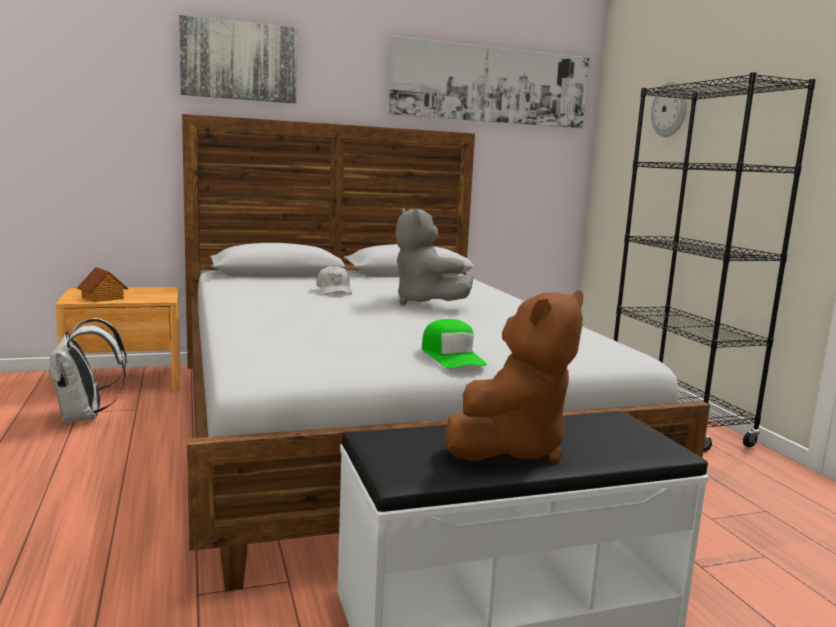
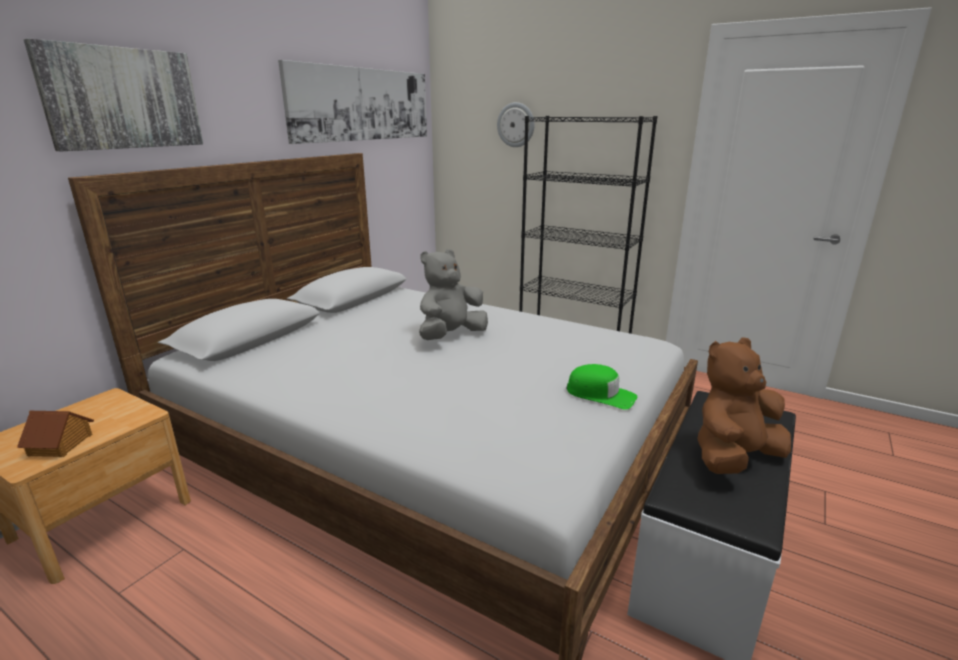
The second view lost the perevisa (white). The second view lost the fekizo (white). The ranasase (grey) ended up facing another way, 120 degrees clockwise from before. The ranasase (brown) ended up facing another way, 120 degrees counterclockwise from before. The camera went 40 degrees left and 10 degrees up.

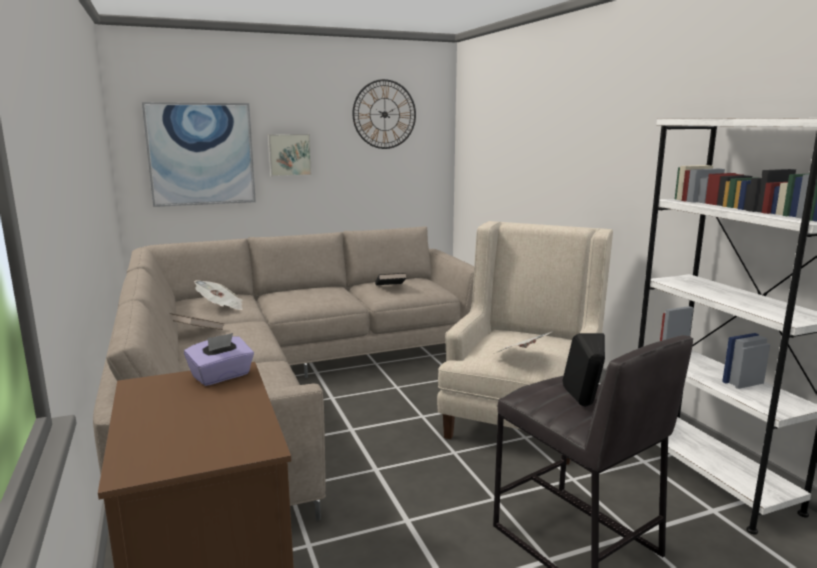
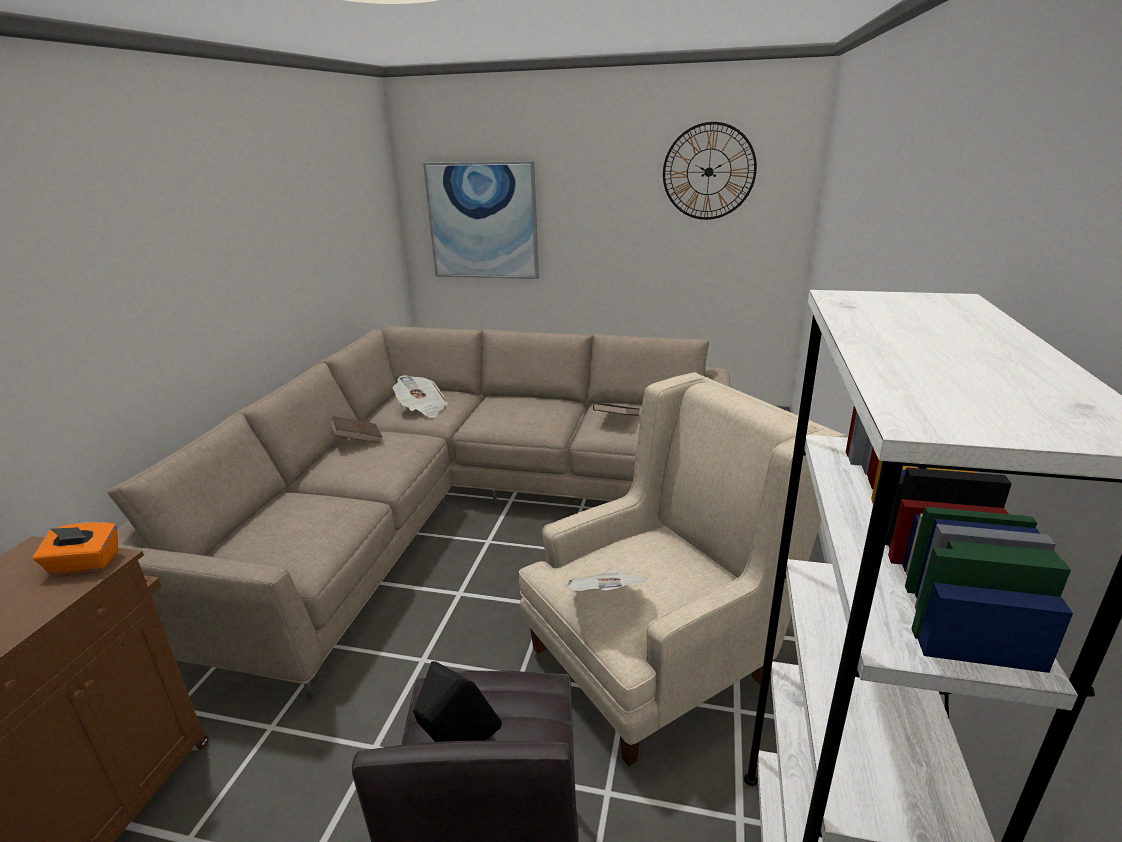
The second view lost the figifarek (no. 2 from left). What was the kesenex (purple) turned into the kesenex (orange). The camera went 35 degrees right and 10 degrees up.

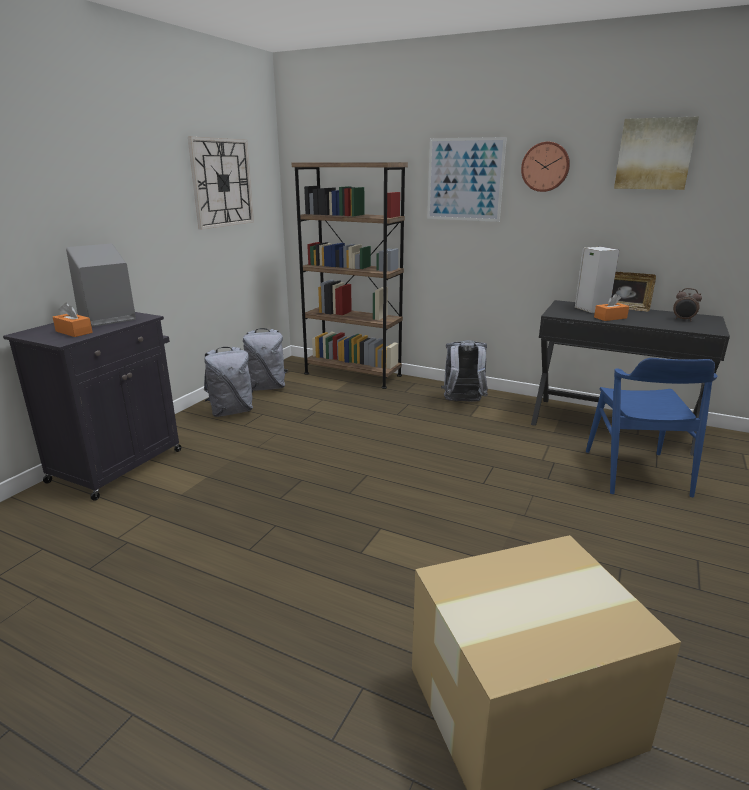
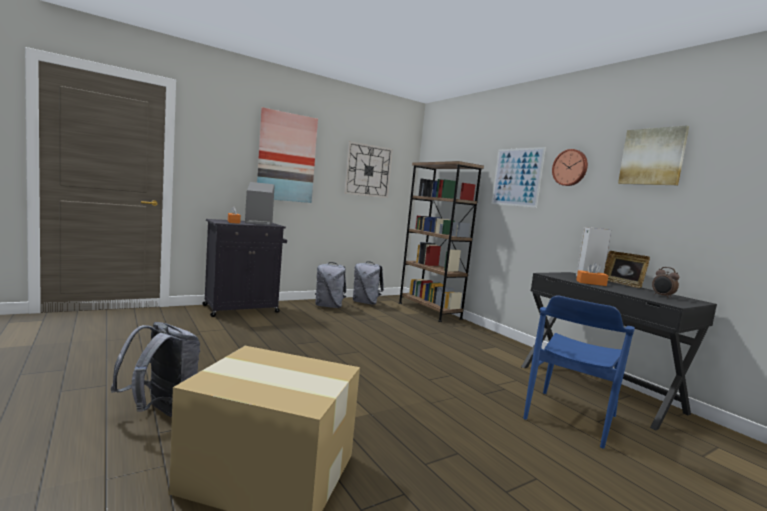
The second view gained the figifarek (no. 1 from left). The perevisa (grey) (no. 3 from left in the first image) ended up elsewhere. The camera went 30 degrees right and 15 degrees down.

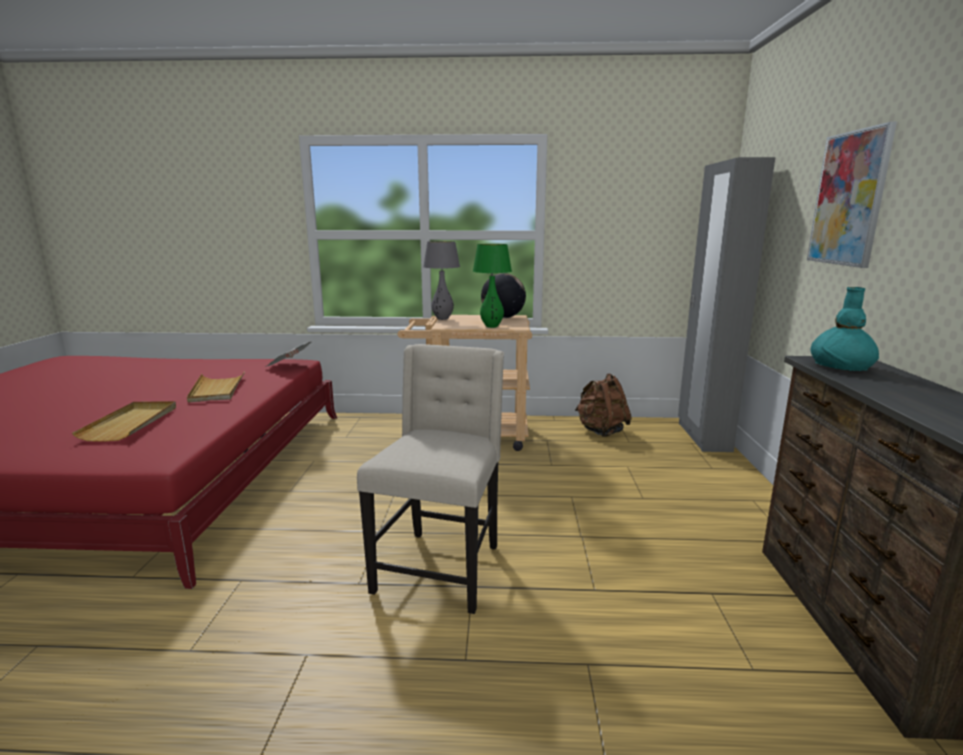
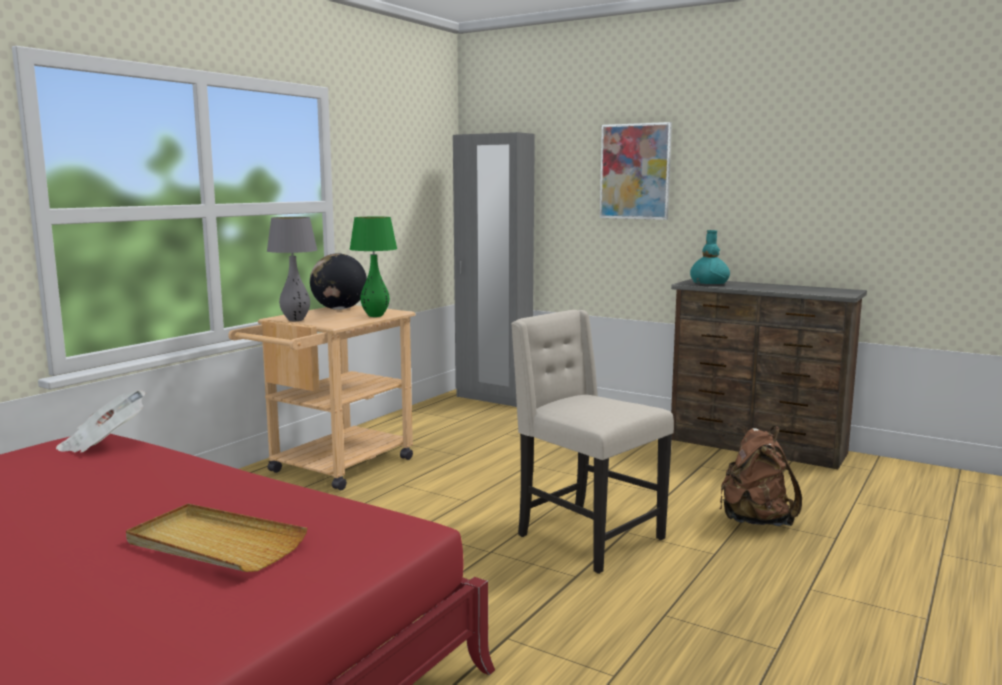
The second view lost the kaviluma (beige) (no. 2 from left). The perevisa (brown) ended up elsewhere. The camera went 60 degrees left and 5 degrees down.

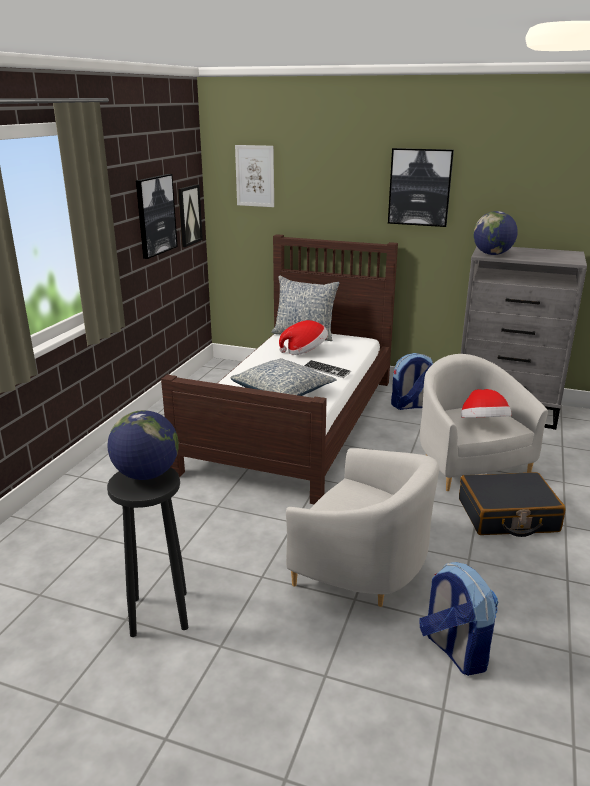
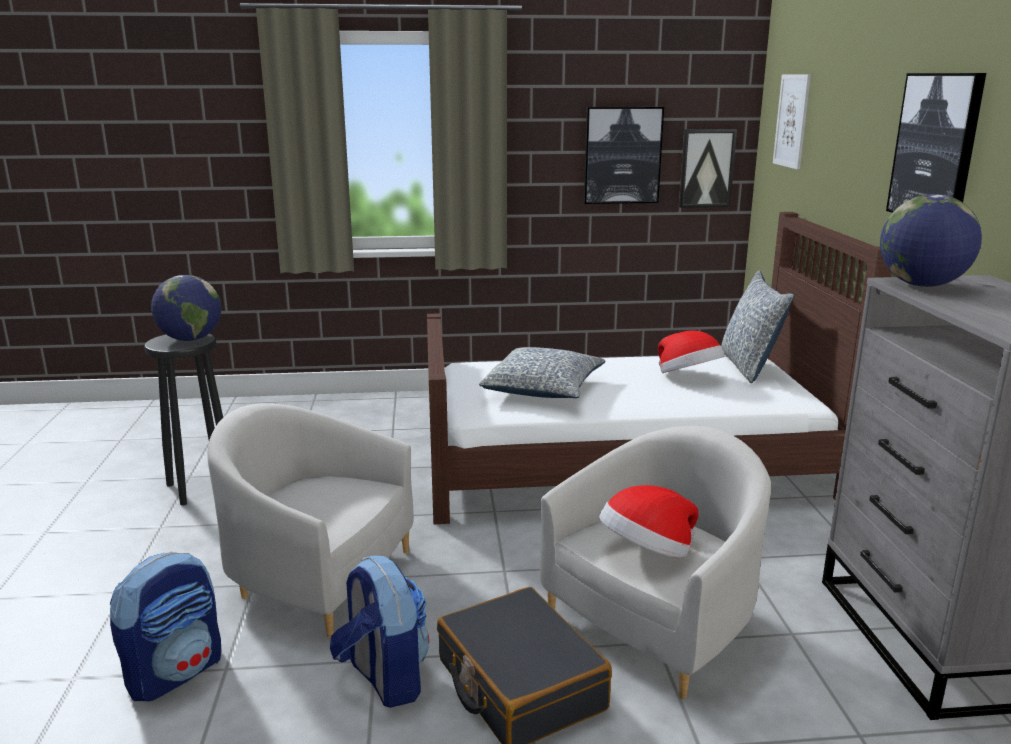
The second view lost the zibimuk. The perevisa (no. 1 from left in the first image) ended up elsewhere. The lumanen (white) (no. 1 from left) ended up facing another way, 105 degrees clockwise from before. The camera went 65 degrees right and 5 degrees down.

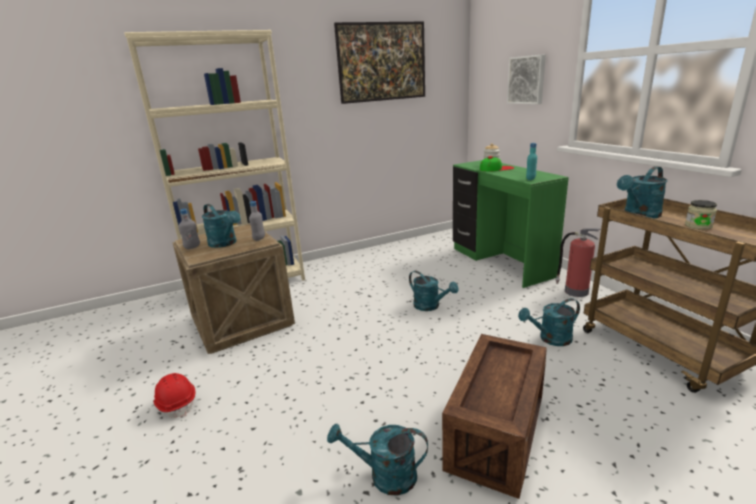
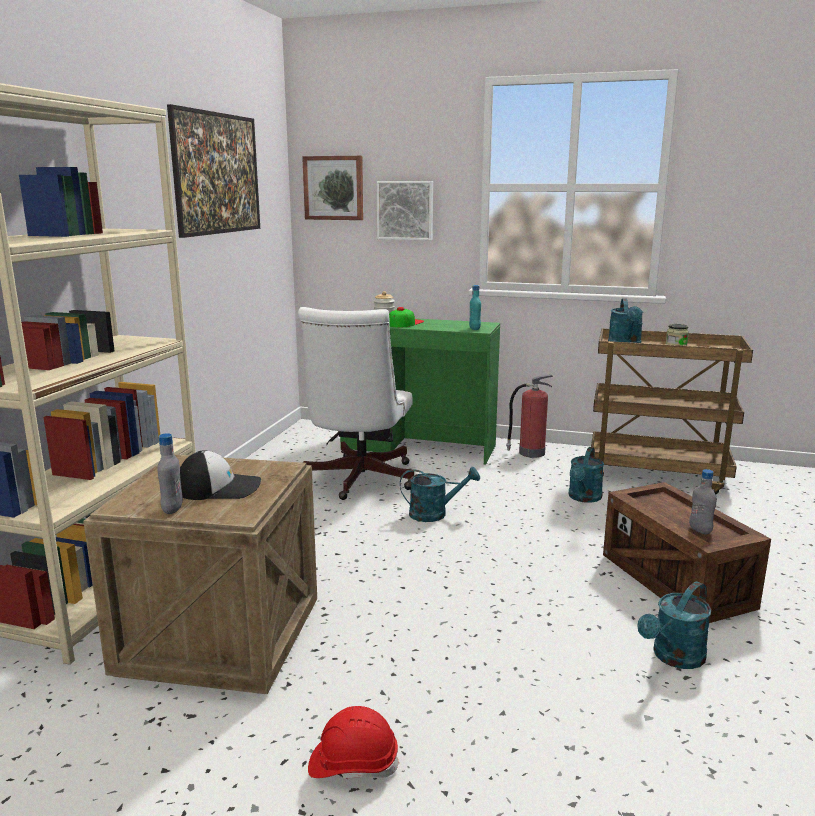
The second view gained the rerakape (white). The second view gained the figifarek (no. 2 from left). The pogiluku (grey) (no. 2 from left) ended up elsewhere. Where the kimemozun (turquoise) (no. 1 from left) stood, the fekizo (no. 1 from left) came to stand. The camera went 50 degrees left and 5 degrees down.

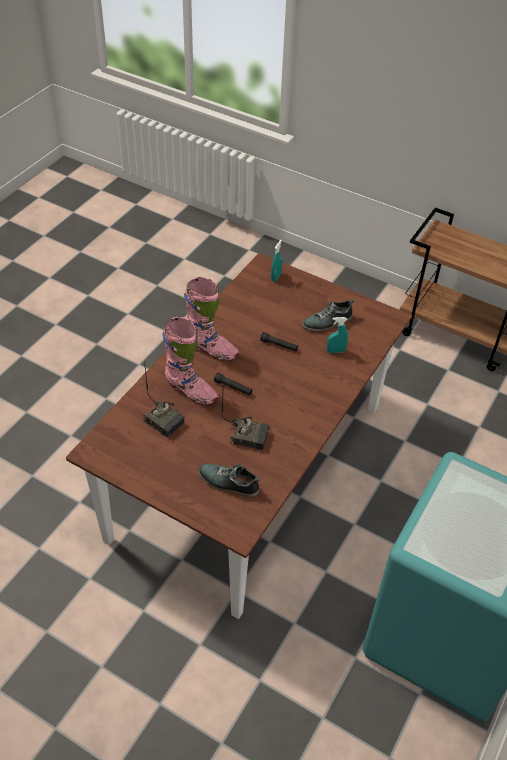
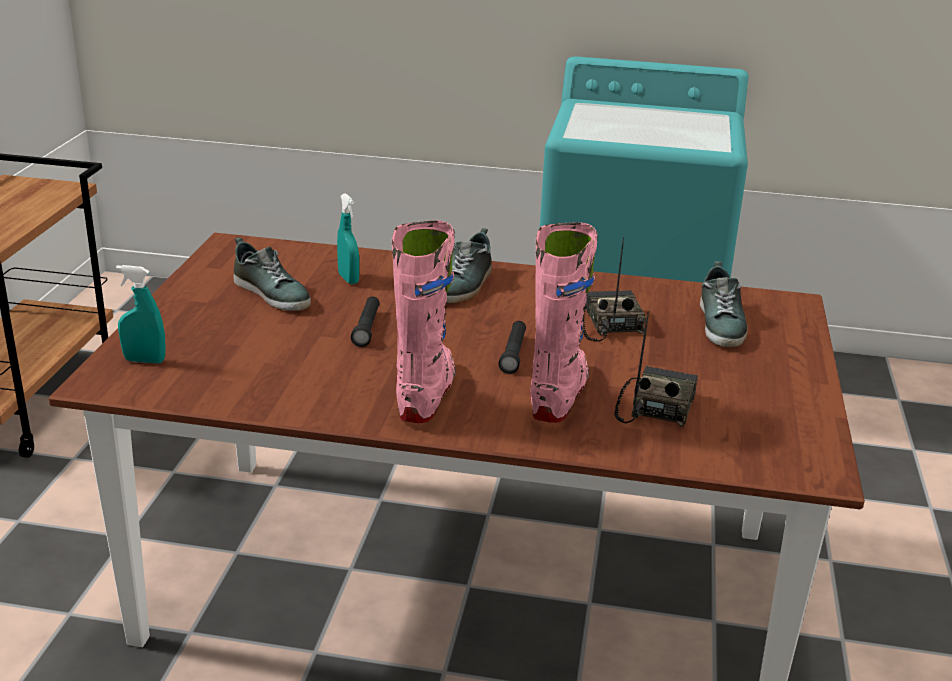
The second view gained the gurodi (no. 2 from left). The camera went 110 degrees left and 20 degrees down.

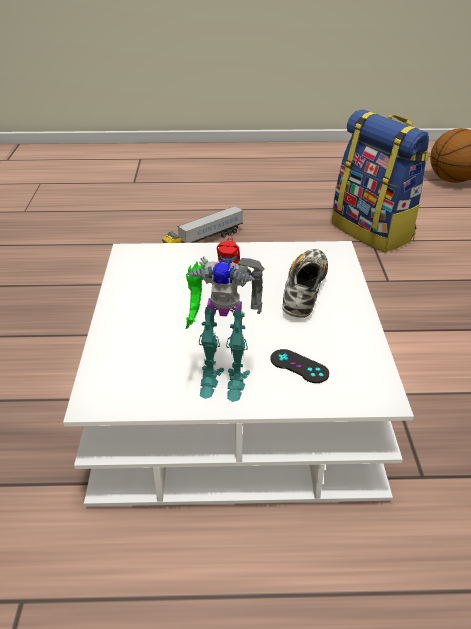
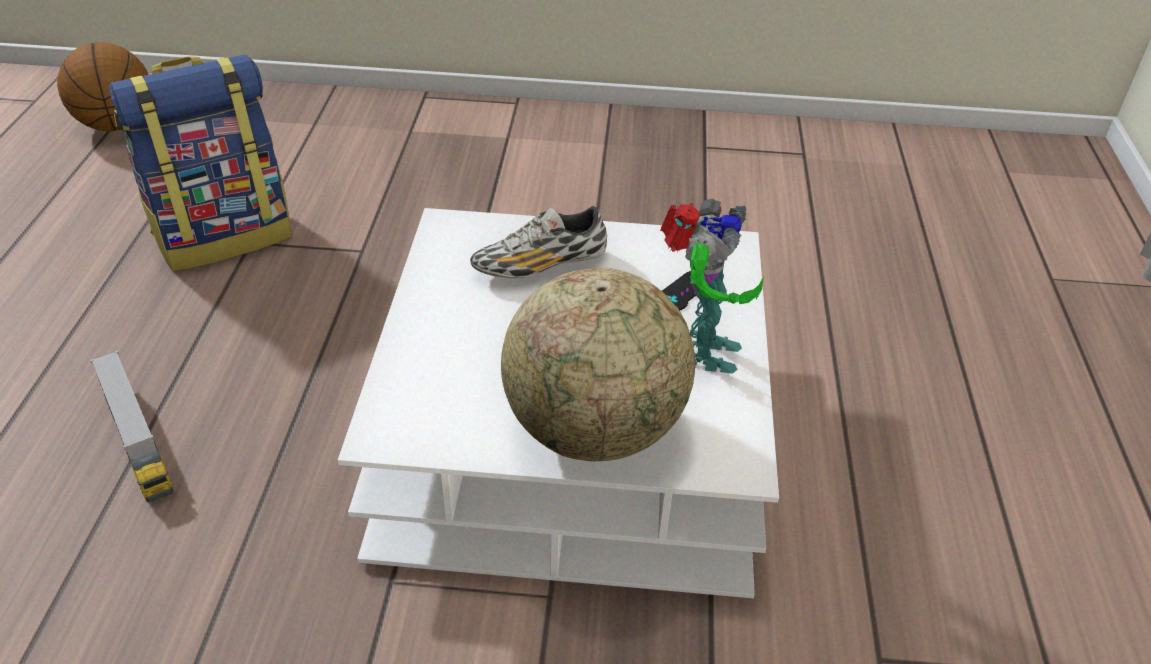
The second view gained the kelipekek. The gurodi ended up facing another way, 45 degrees counterclockwise from before. The camera went 85 degrees left and 5 degrees up.

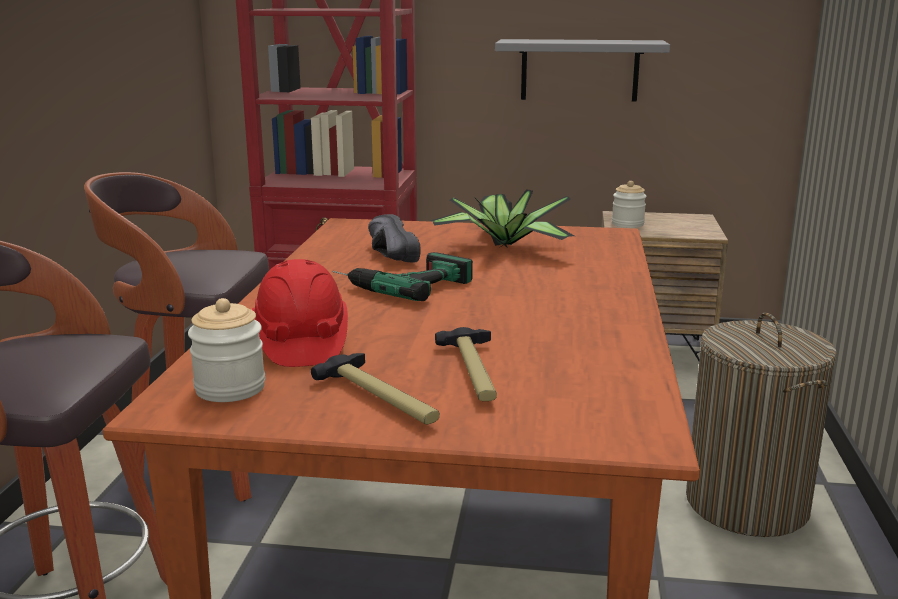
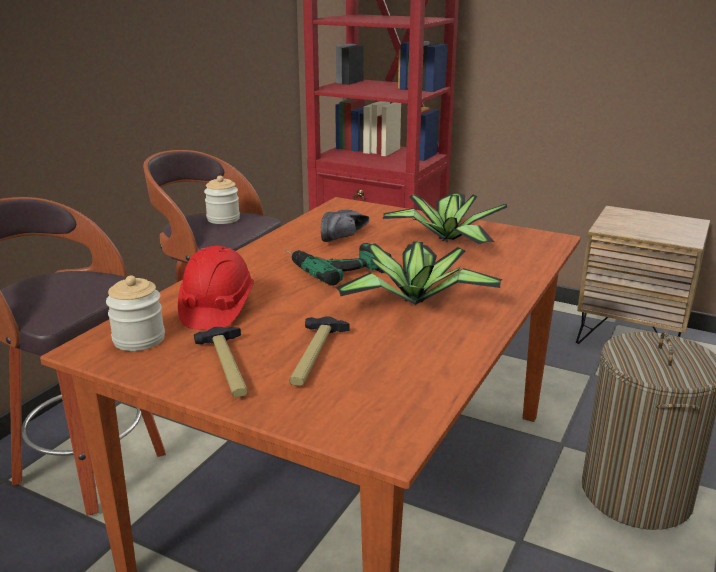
The second view lost the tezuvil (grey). The second view gained the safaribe (no. 1 from left). The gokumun (no. 2 from left) ended up elsewhere. The gurodi (black) ended up facing another way, 150 degrees counterclockwise from before. The camera went 20 degrees right and 5 degrees up.

